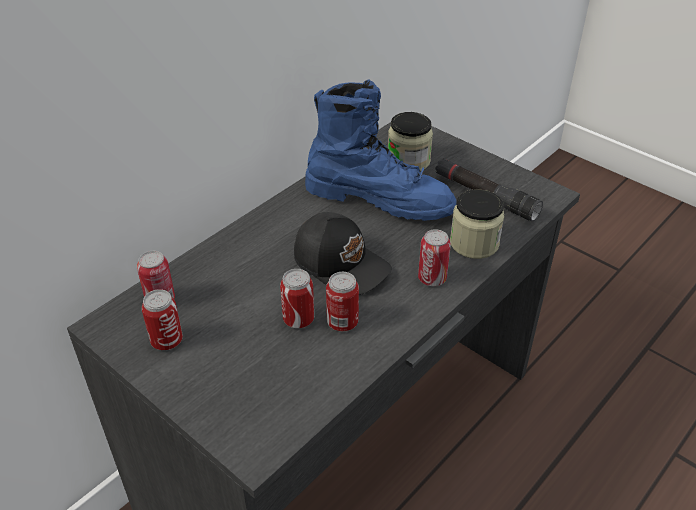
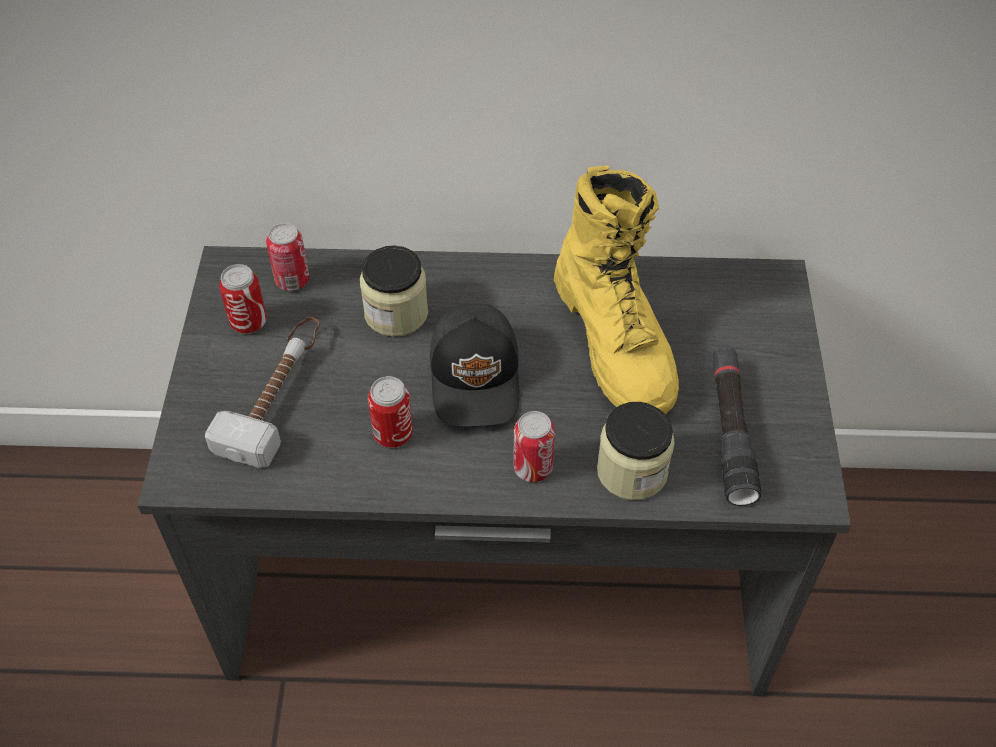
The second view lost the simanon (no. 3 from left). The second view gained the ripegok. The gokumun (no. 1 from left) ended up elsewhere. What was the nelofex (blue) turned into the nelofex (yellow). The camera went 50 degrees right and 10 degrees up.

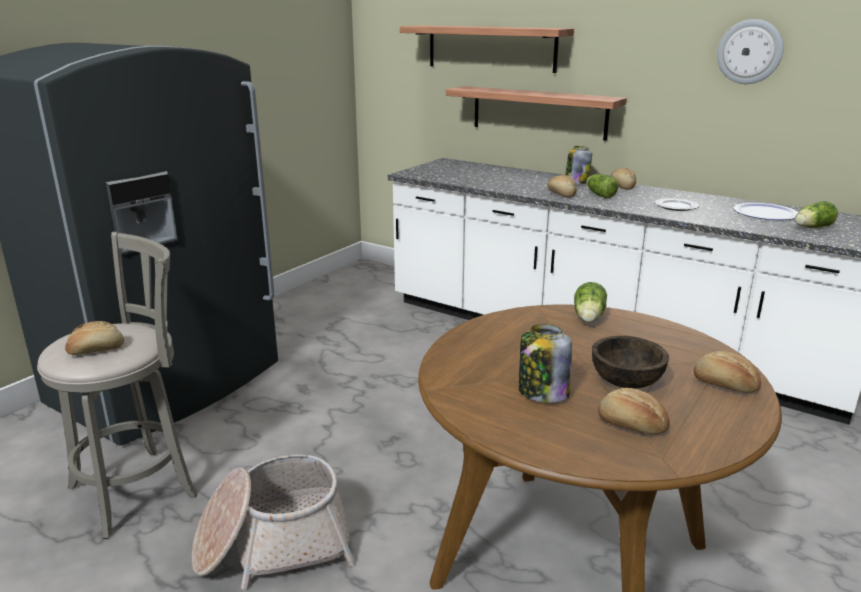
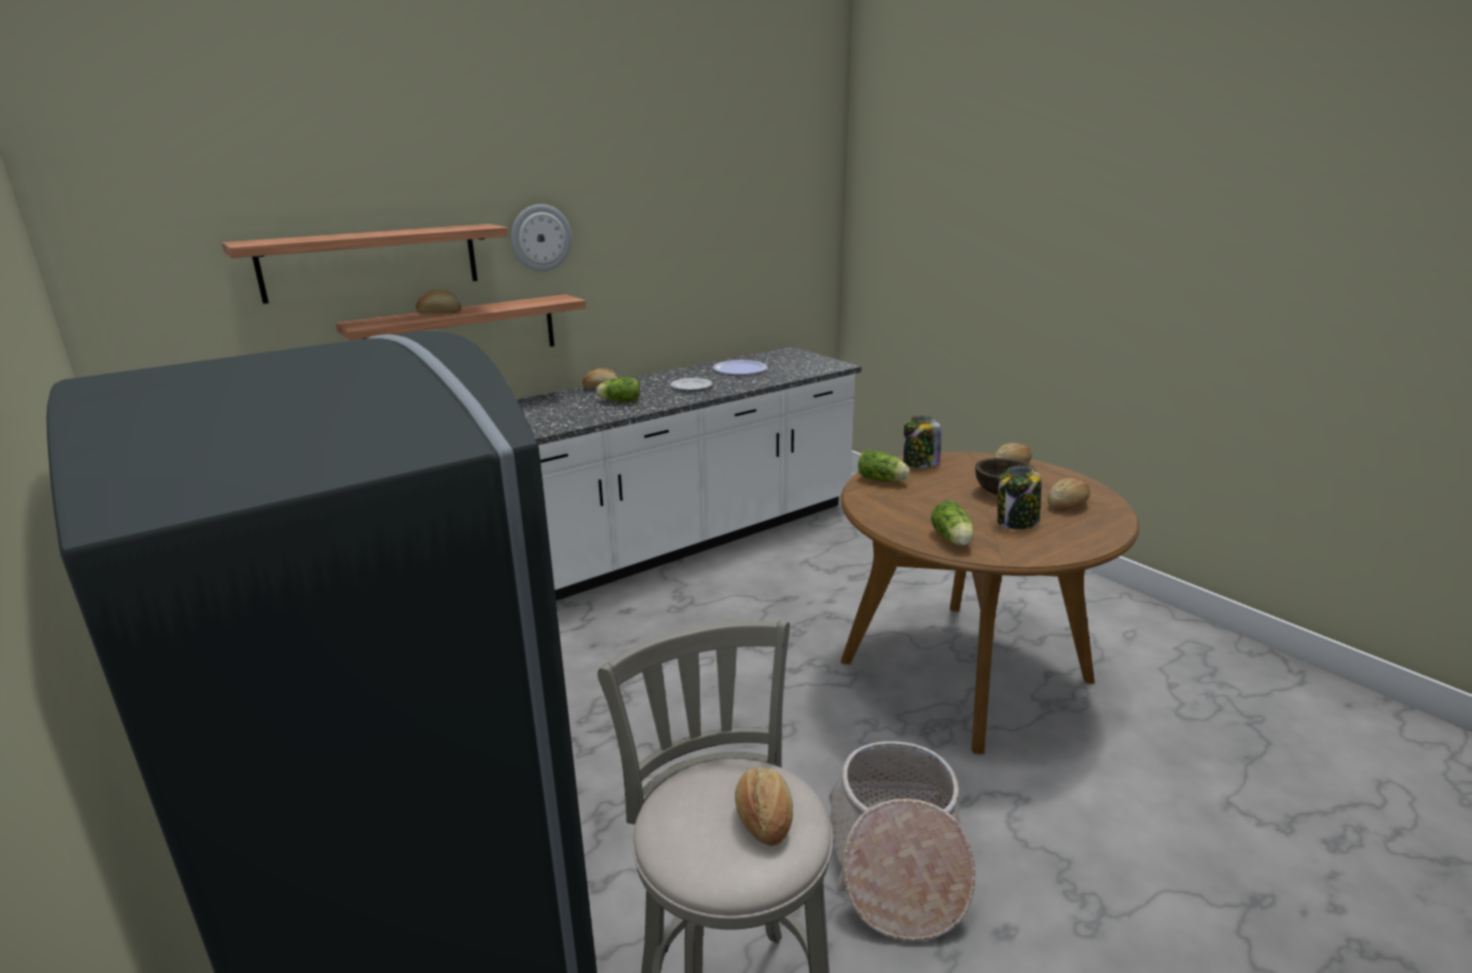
The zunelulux (no. 2 from left in the first image) ended up elsewhere. The gokumun (no. 2 from left in the first image) ended up elsewhere. The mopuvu ended up elsewhere. The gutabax (no. 3 from left) ended up elsewhere. The camera went 70 degrees left and 0 degrees up.

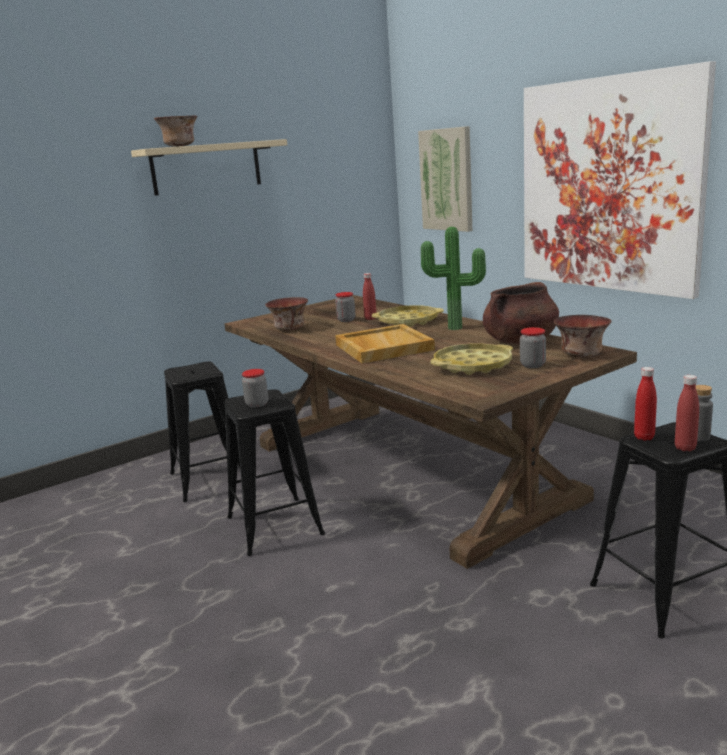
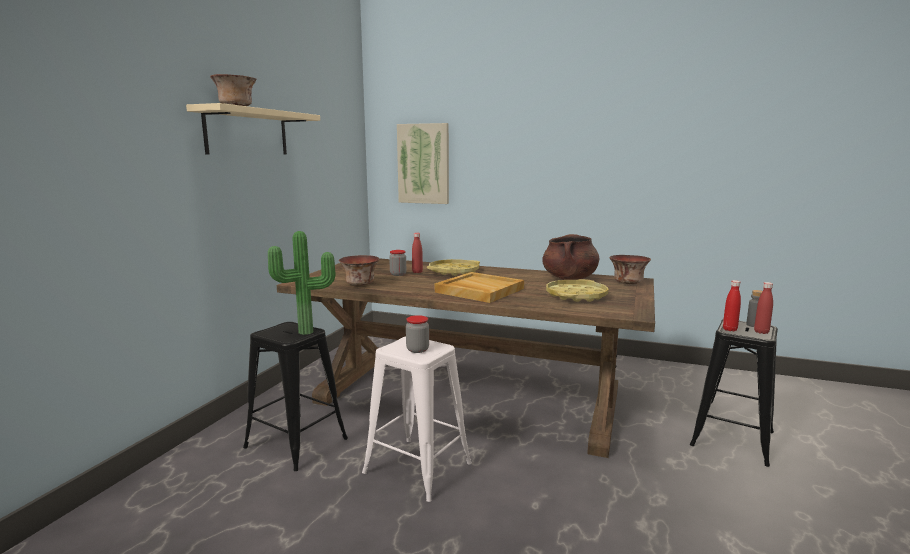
The second view lost the gokumun (no. 3 from left). The second view lost the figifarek (no. 2 from left). The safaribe ended up elsewhere. What was the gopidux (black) (no. 2 from left) turned into the gopidux (white). The camera went 35 degrees left and 5 degrees down.

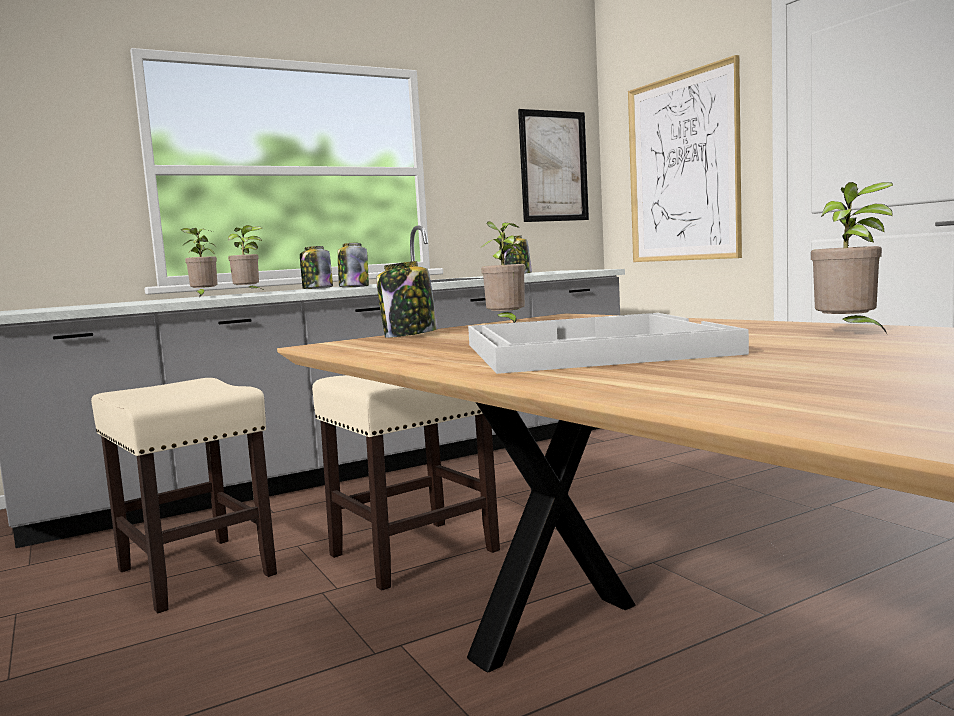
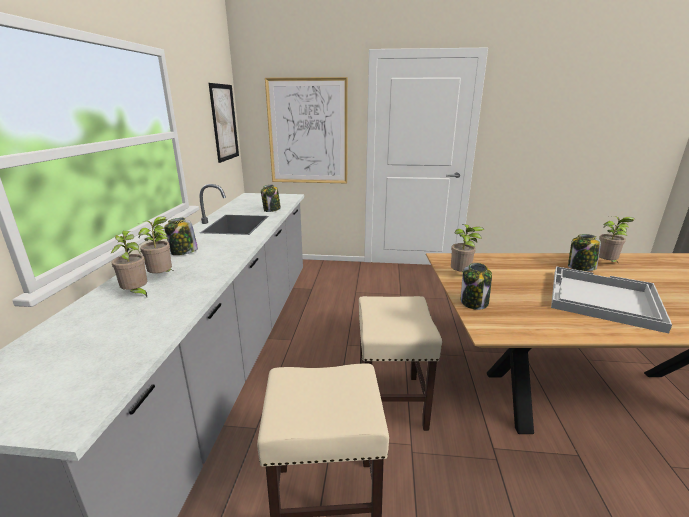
The gokumun (no. 2 from left in the first image) ended up elsewhere. The camera went 55 degrees left and 15 degrees up.

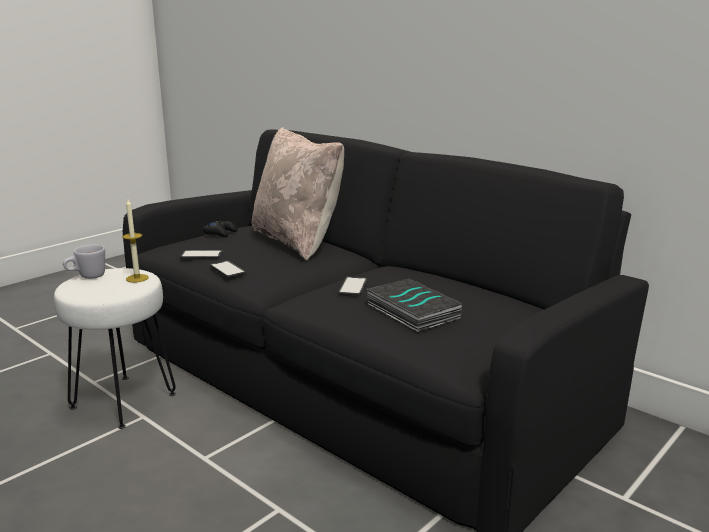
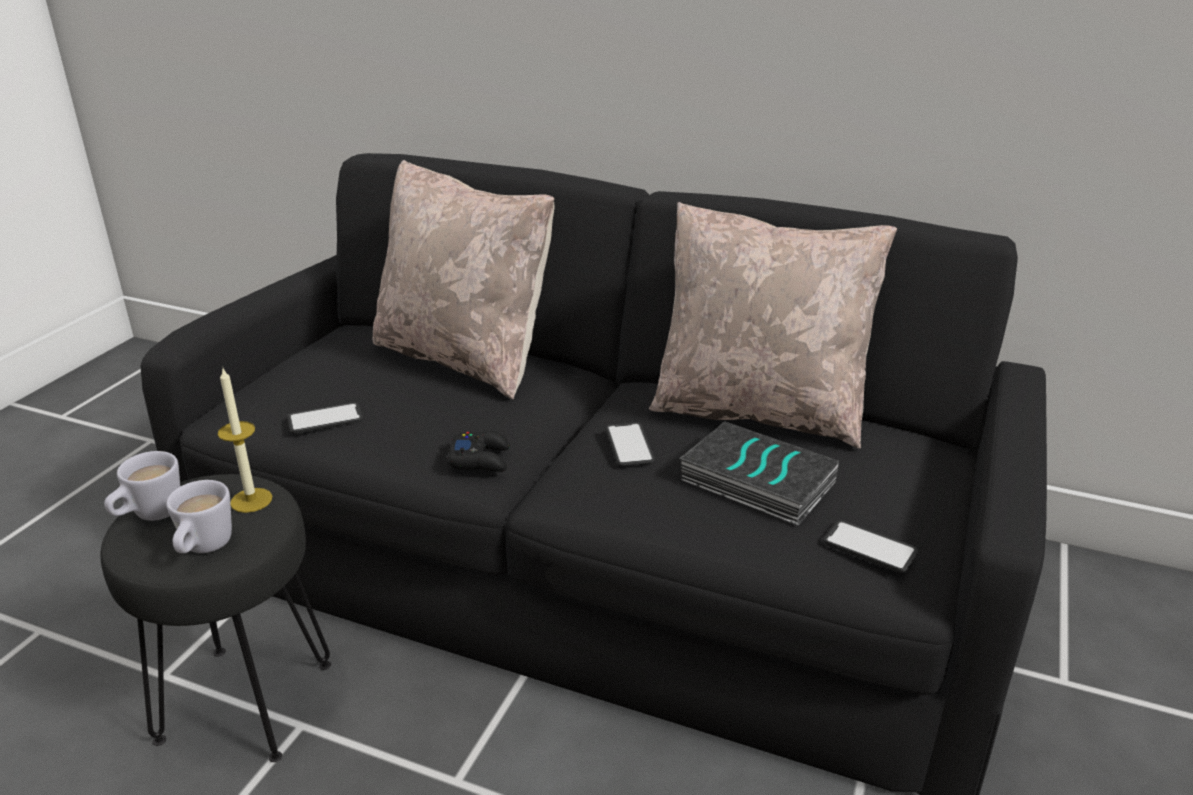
The second view gained the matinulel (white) (no. 2 from left). The second view gained the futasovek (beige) (no. 2 from left). The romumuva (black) ended up elsewhere. The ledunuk (no. 2 from left in the first image) ended up elsewhere. What was the gopidux (white) turned into the gopidux (black). The camera went 20 degrees left and 10 degrees up.

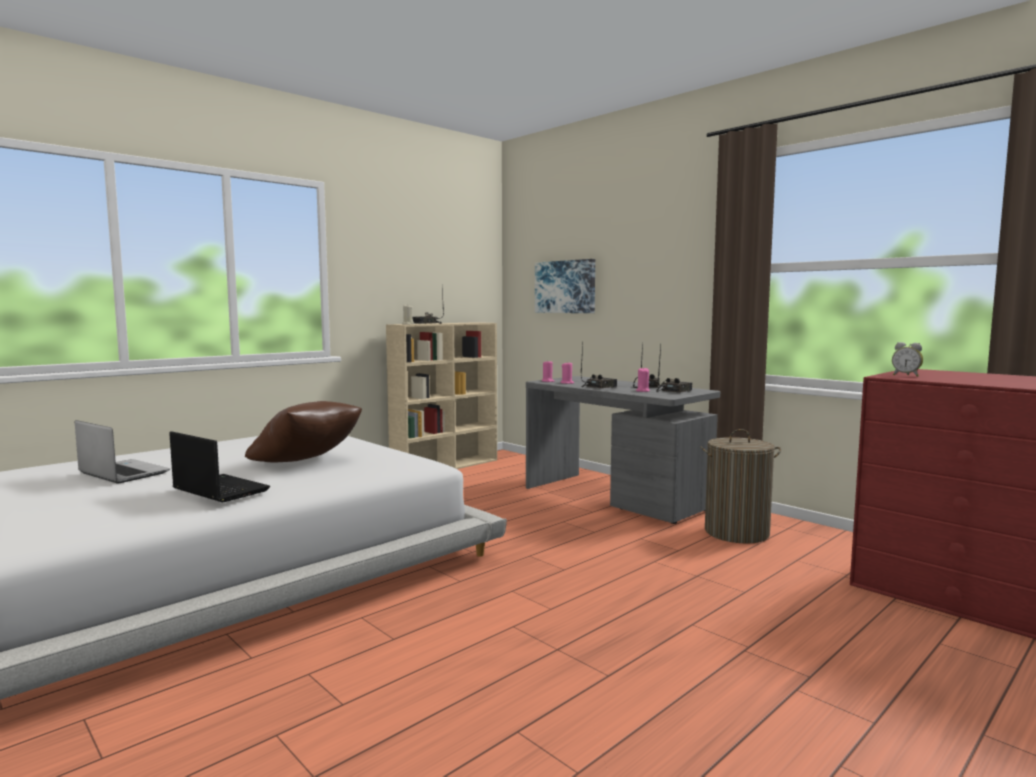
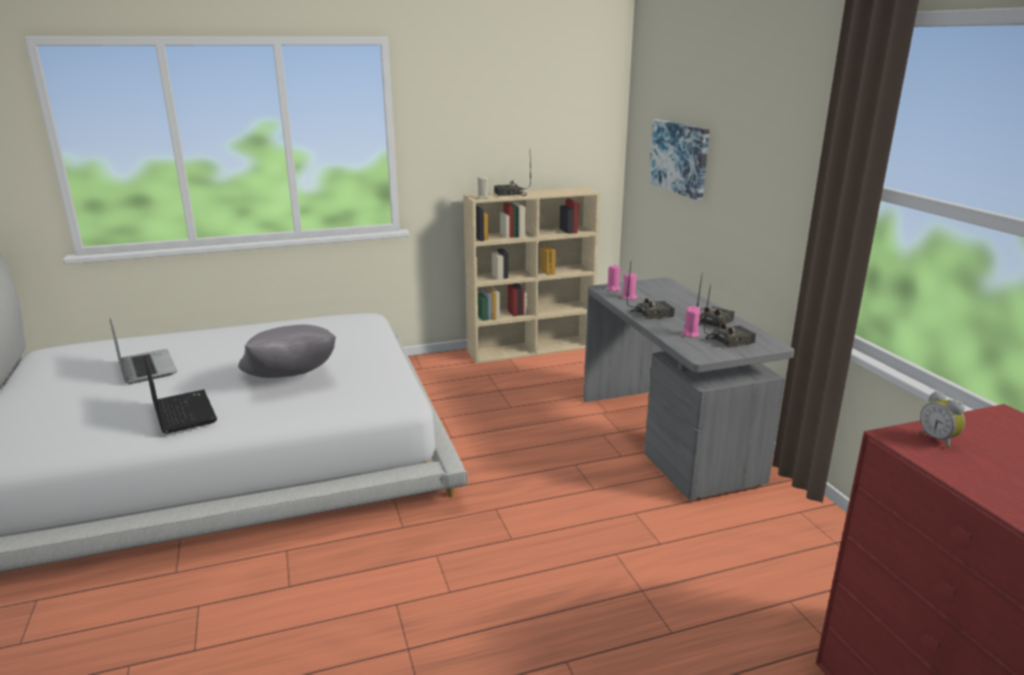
The second view lost the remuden. What was the futasovek (brown) turned into the futasovek (grey). The camera went 25 degrees right and 15 degrees up.

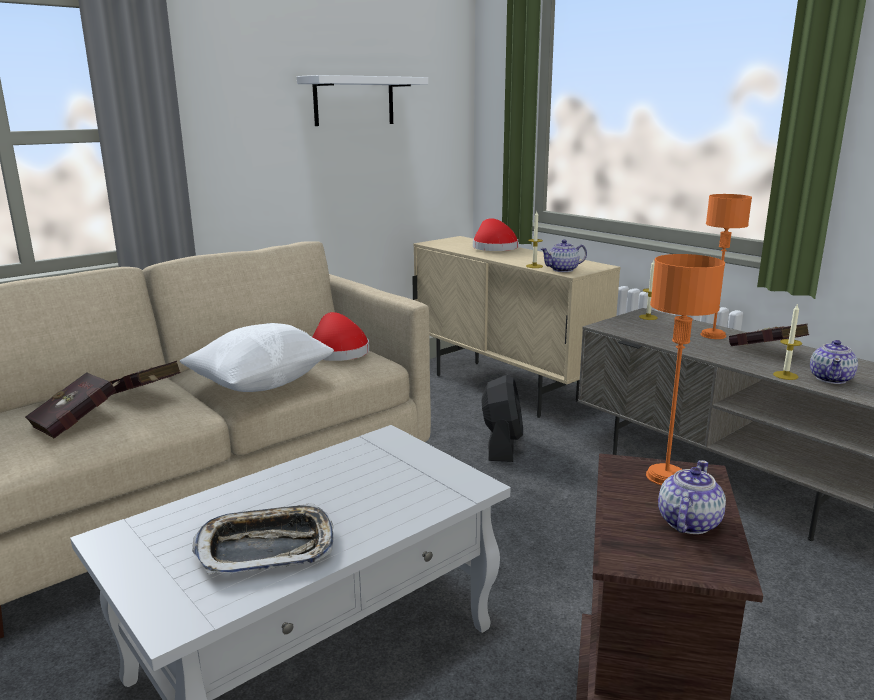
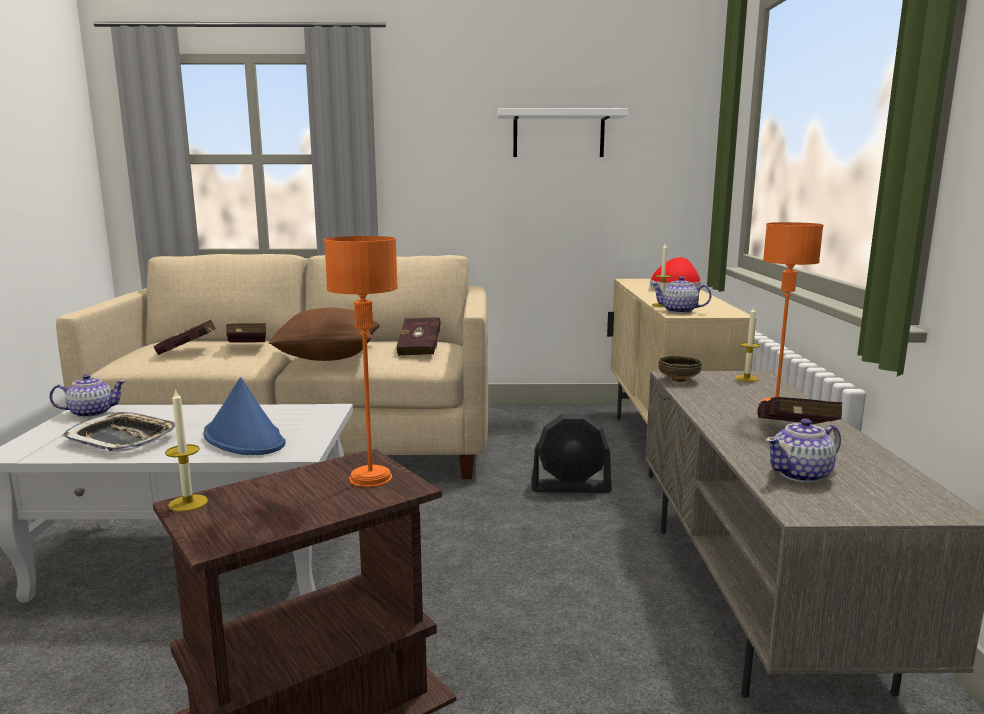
The second view gained the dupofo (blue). The second view gained the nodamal. The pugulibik (no. 2 from left in the first image) ended up elsewhere. The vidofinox (no. 3 from left in the first image) ended up elsewhere. Where the dupofo (red) (no. 1 from left) stood, the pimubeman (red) (no. 3 from left) came to stand. What was the futasovek (white) turned into the futasovek (brown). The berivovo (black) ended up facing another way, 45 degrees clockwise from before. The camera went 40 degrees right and 5 degrees down.

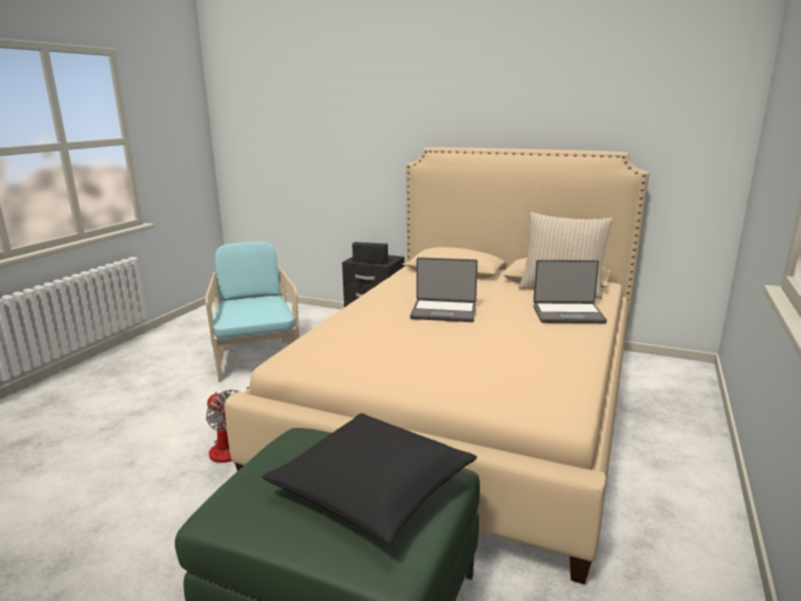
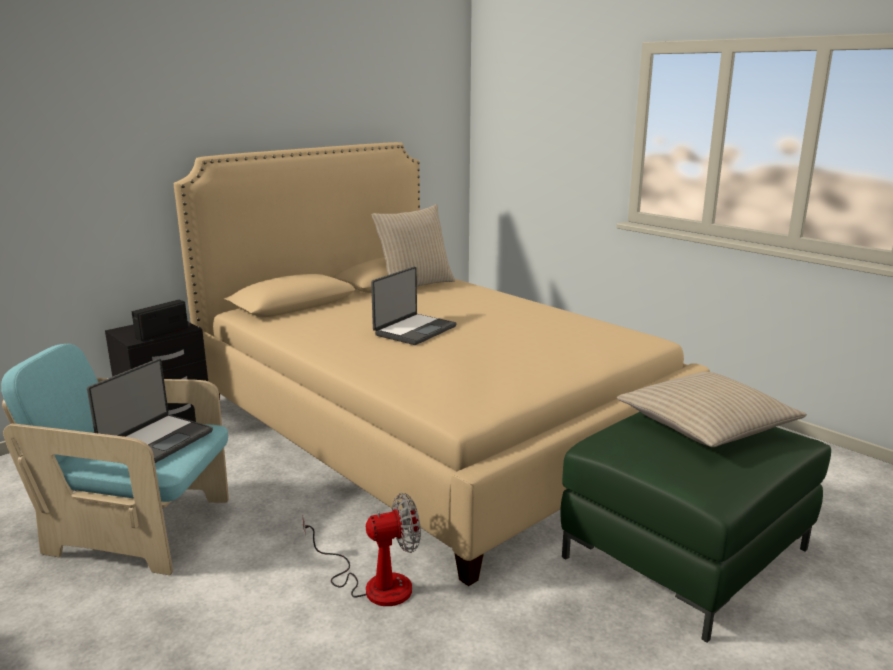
The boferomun (no. 2 from left in the first image) ended up elsewhere. What was the futasovek (black) turned into the futasovek (beige) (no. 2 from left). The camera went 65 degrees left and 0 degrees up.

